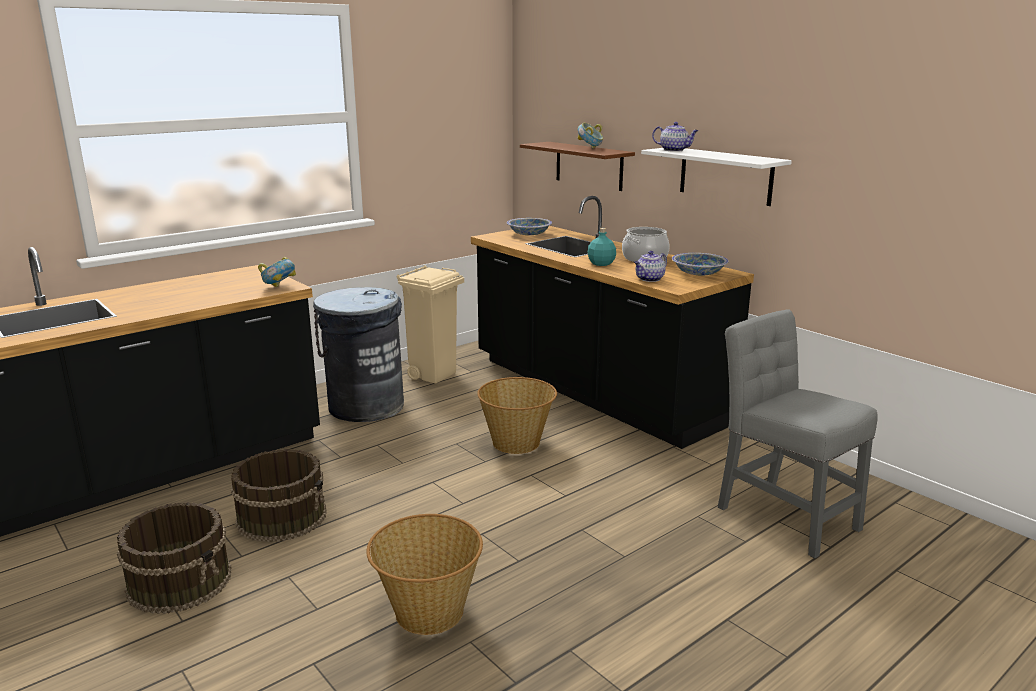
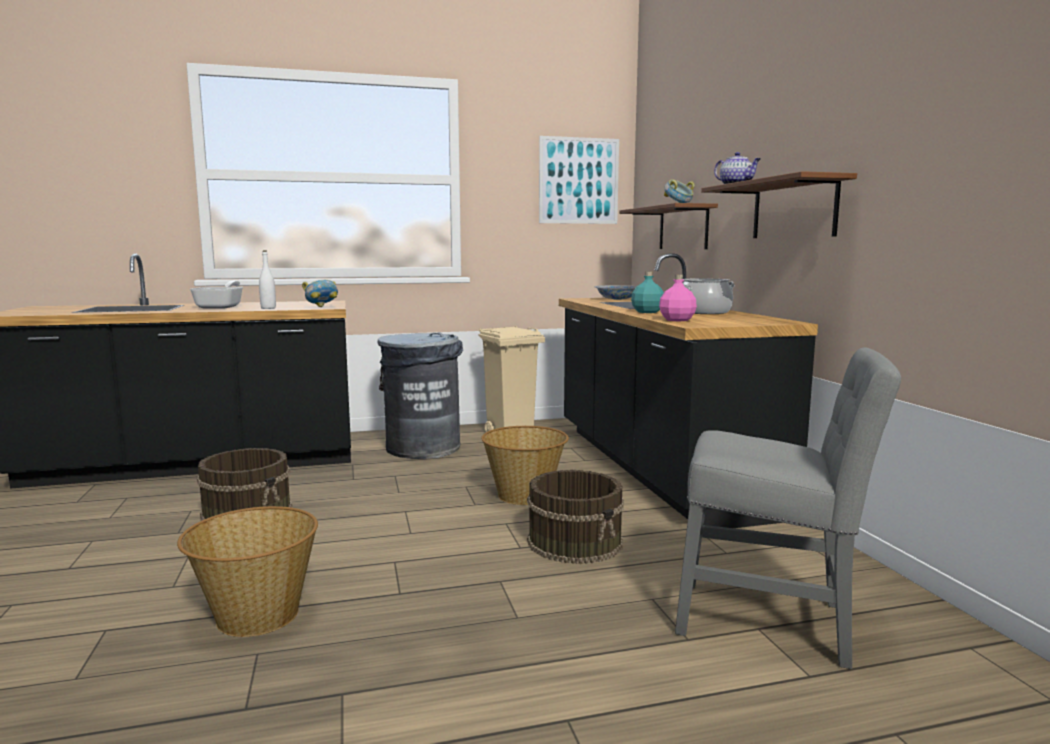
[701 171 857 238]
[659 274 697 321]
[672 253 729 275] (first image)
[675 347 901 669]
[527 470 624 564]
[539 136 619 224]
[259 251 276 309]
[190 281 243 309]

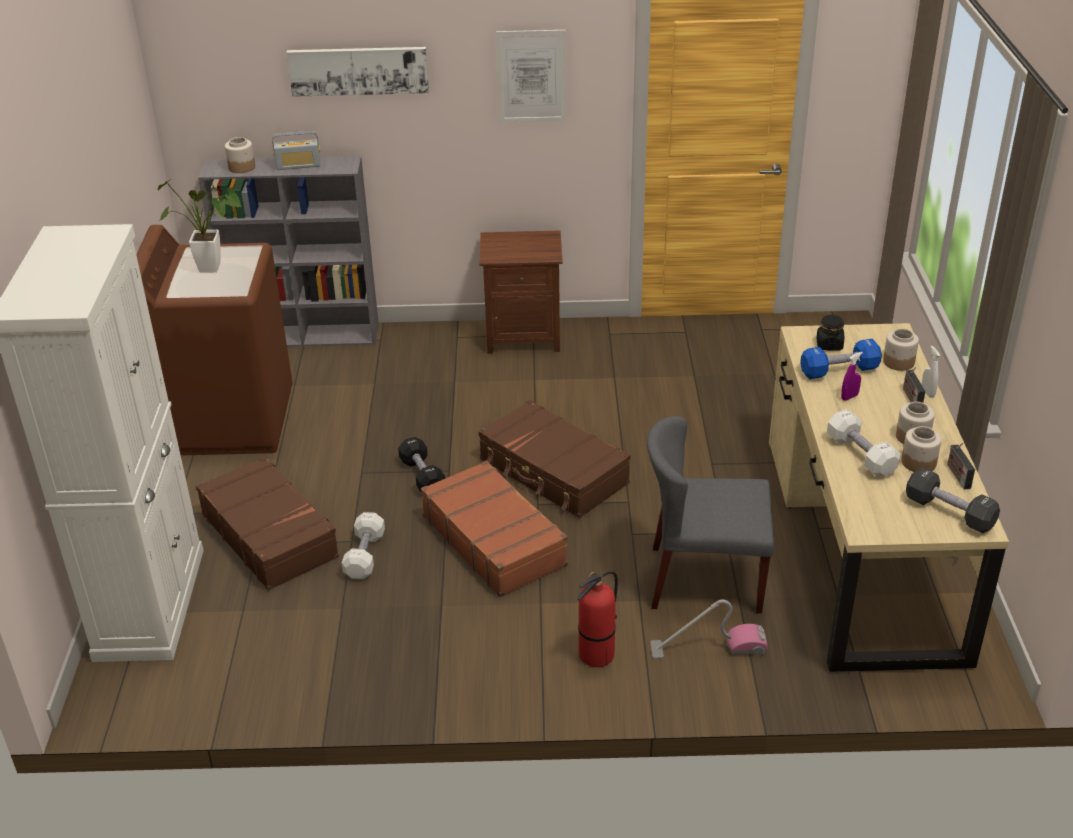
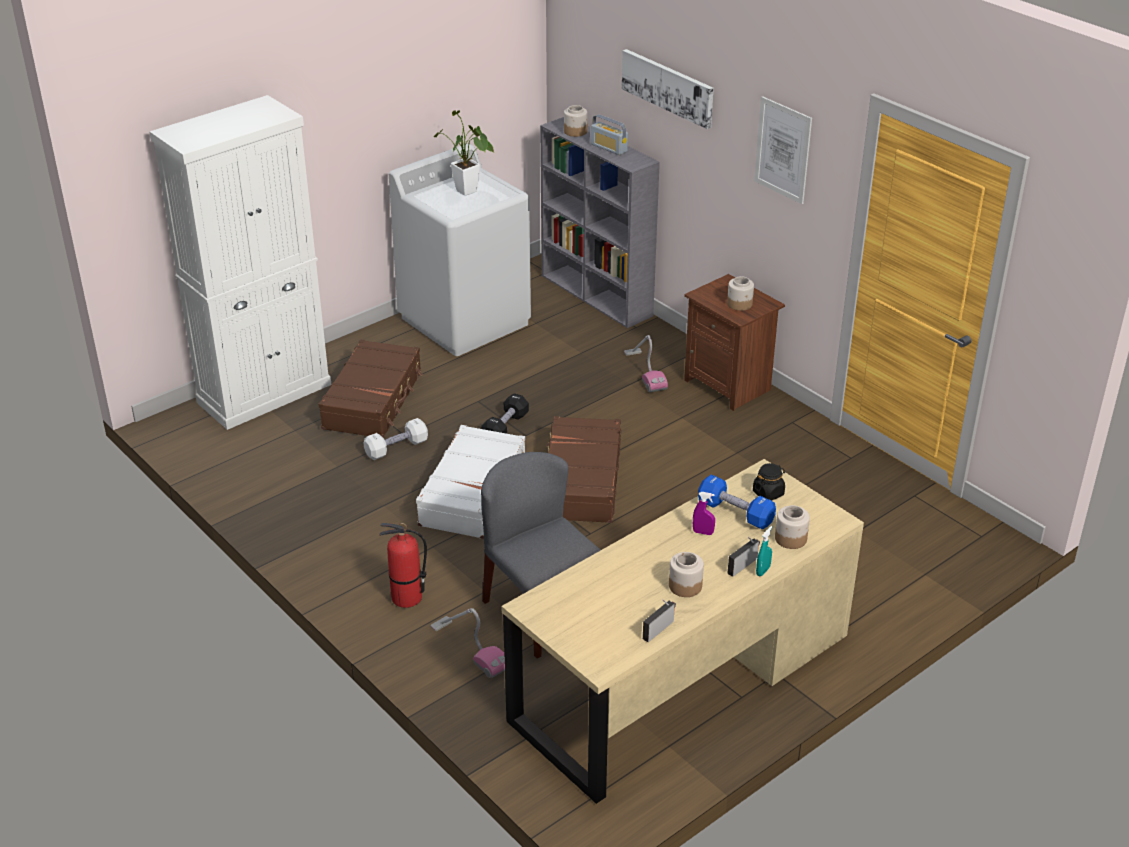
[389 144 531 356]
[756 526 772 576]
[827 409 901 478] (first image)
[727 276 754 311]
[416 425 525 539]
[906 467 1000 533] (first image)
[624 335 668 392]

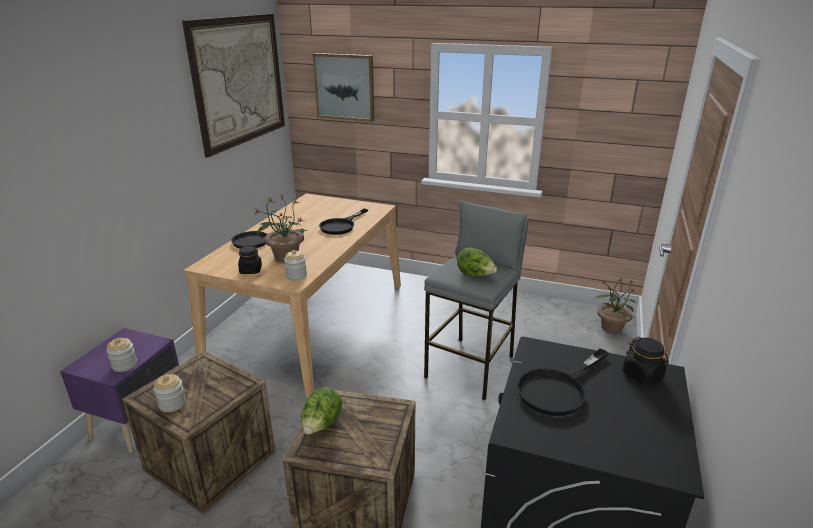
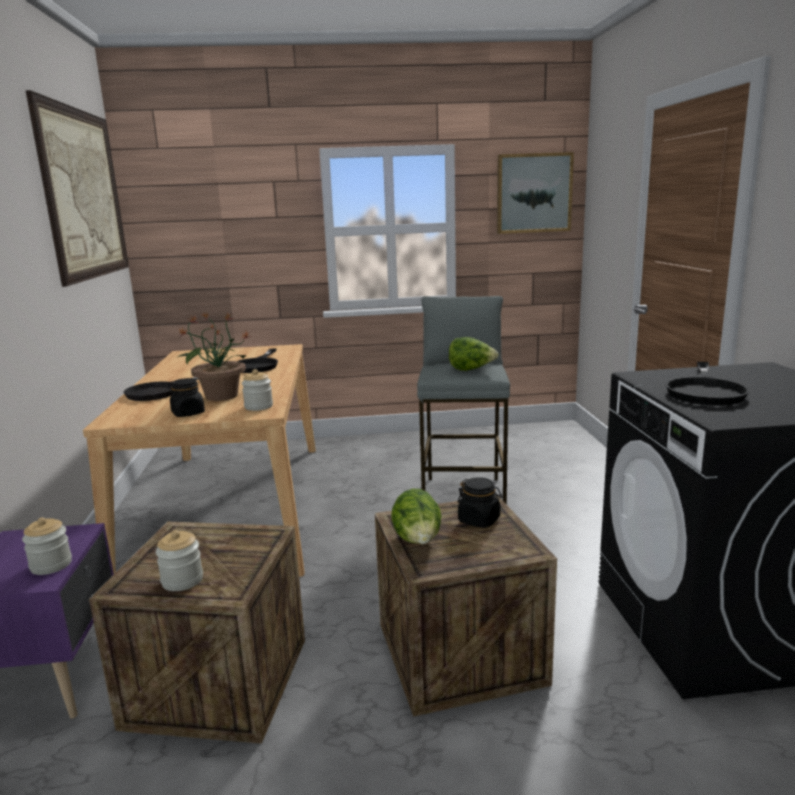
[497 152 574 234]
[595 277 637 334] (first image)
[457 477 502 528]

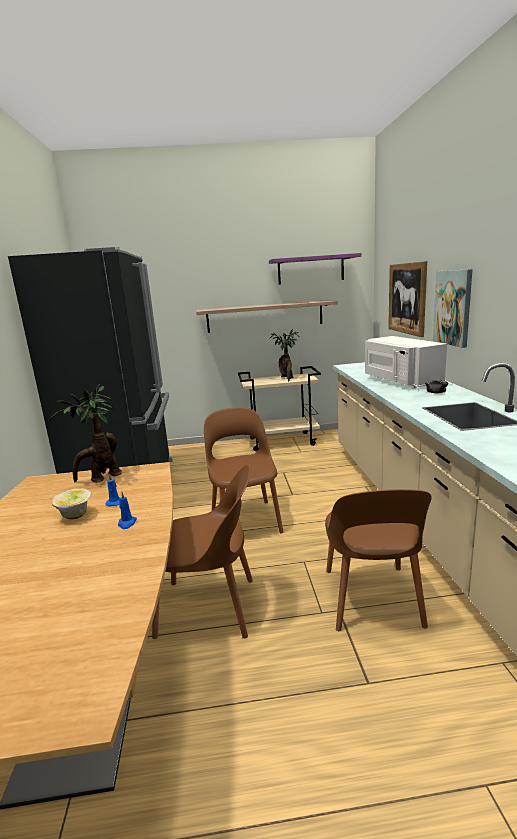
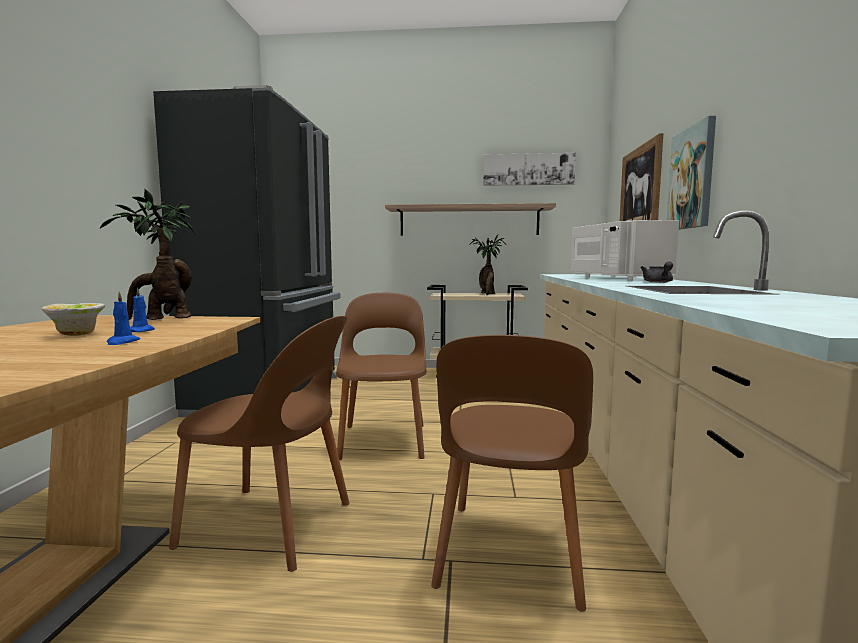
[483 153 576 186]

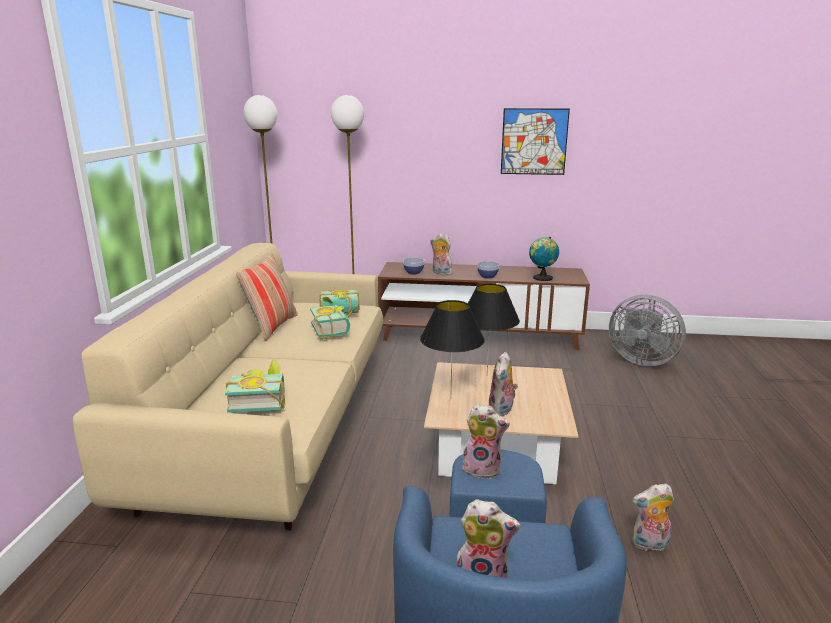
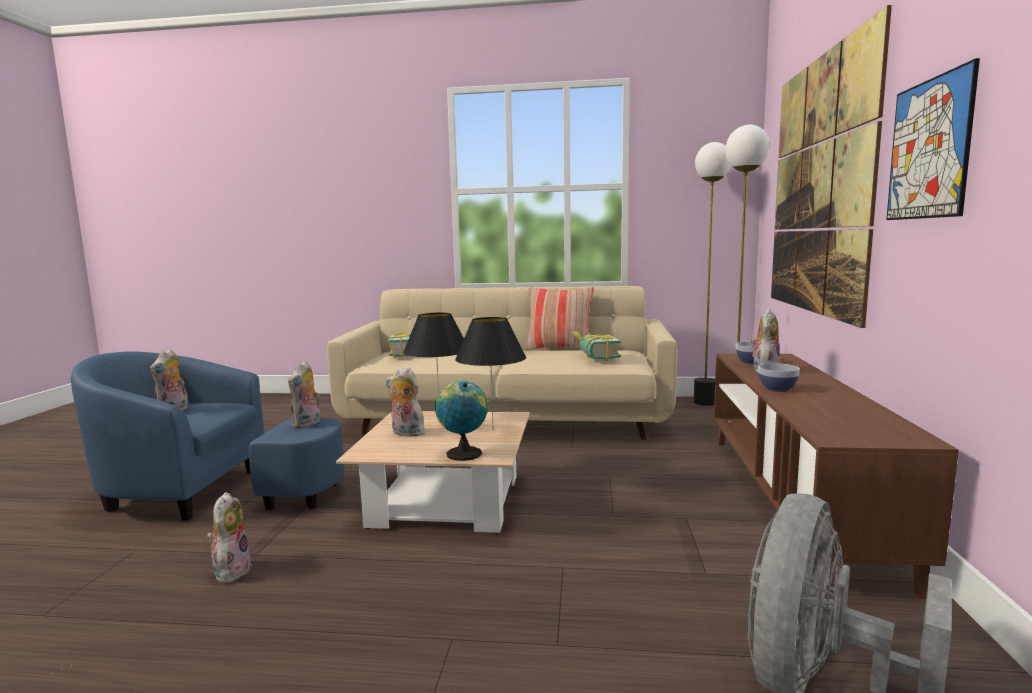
[435 381 488 461]
[310 305 358 339] (first image)
[771 5 892 328]

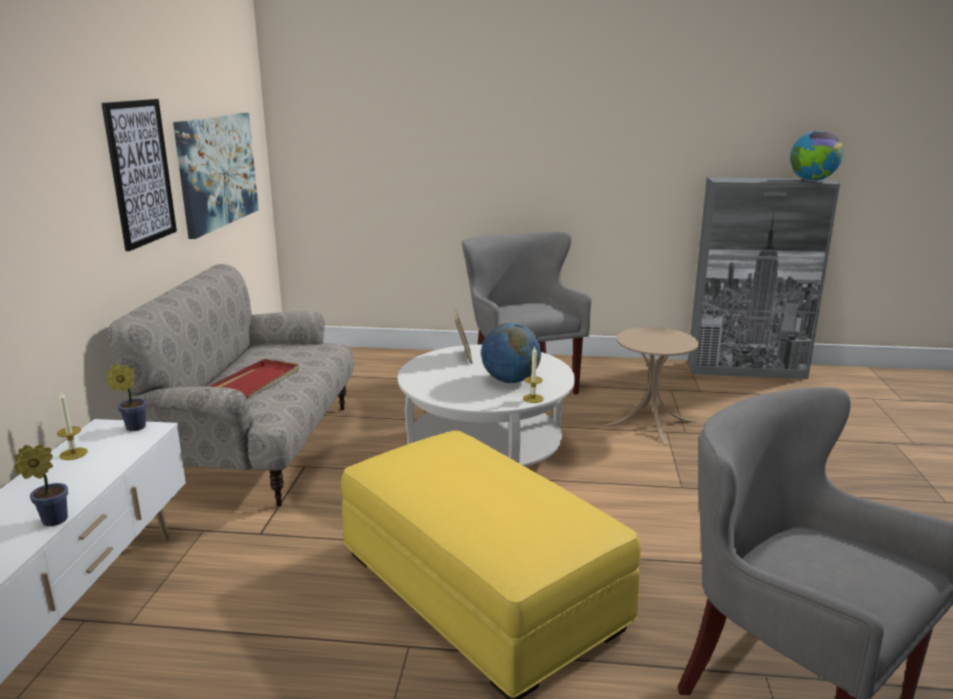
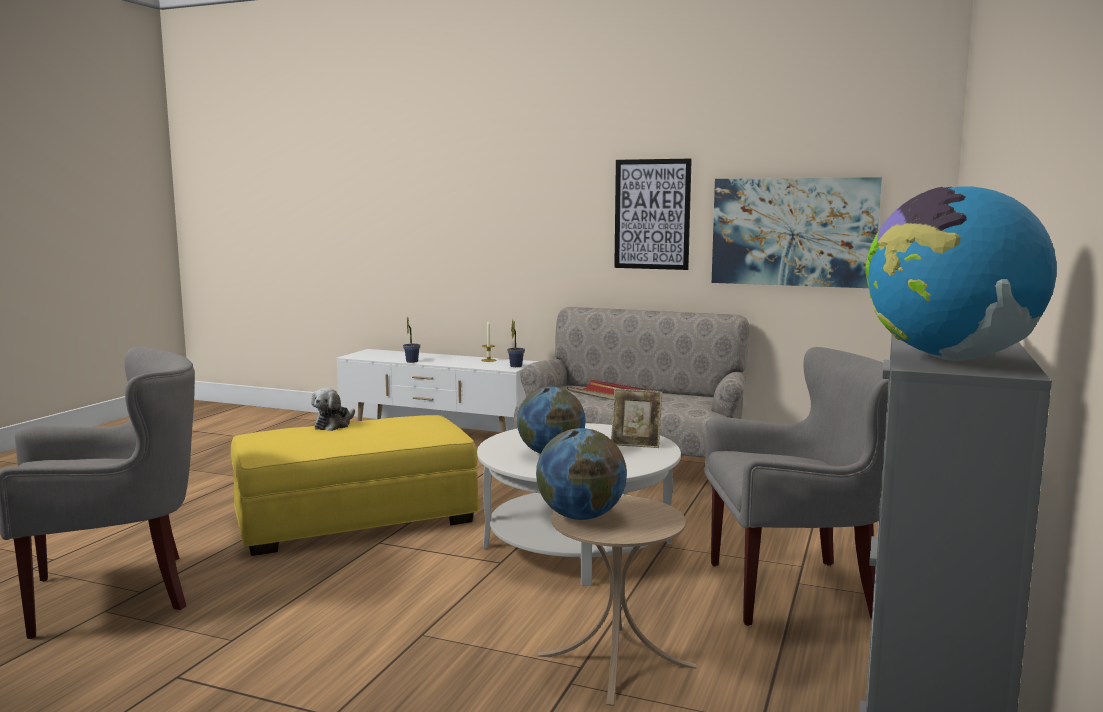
[523 347 544 403] (first image)
[311 388 355 431]
[536 428 627 520]

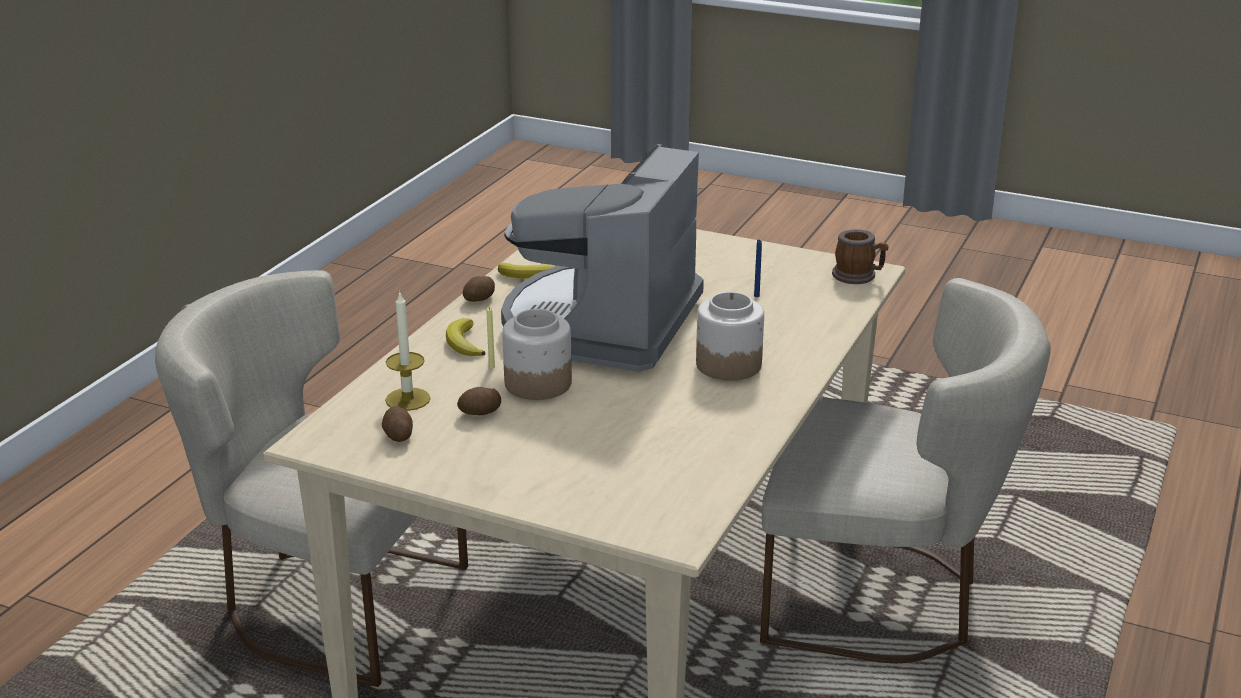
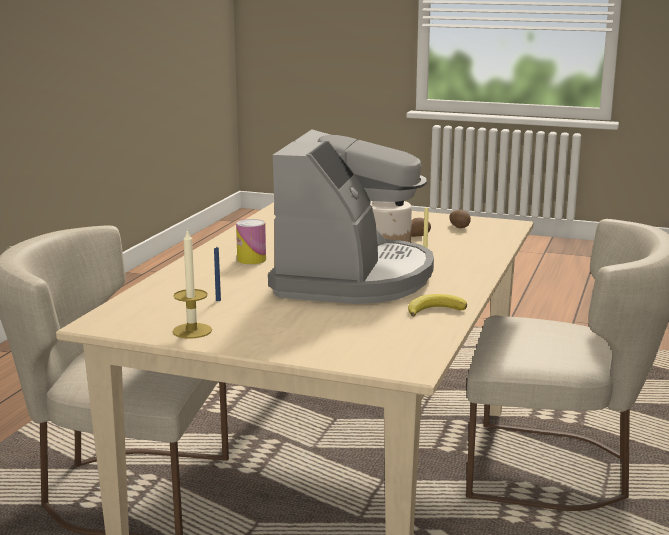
[832 229 888 284] (first image)
[463 276 495 302] (first image)
[172 229 212 338]
[236 219 266 264]
[446 318 485 356] (first image)

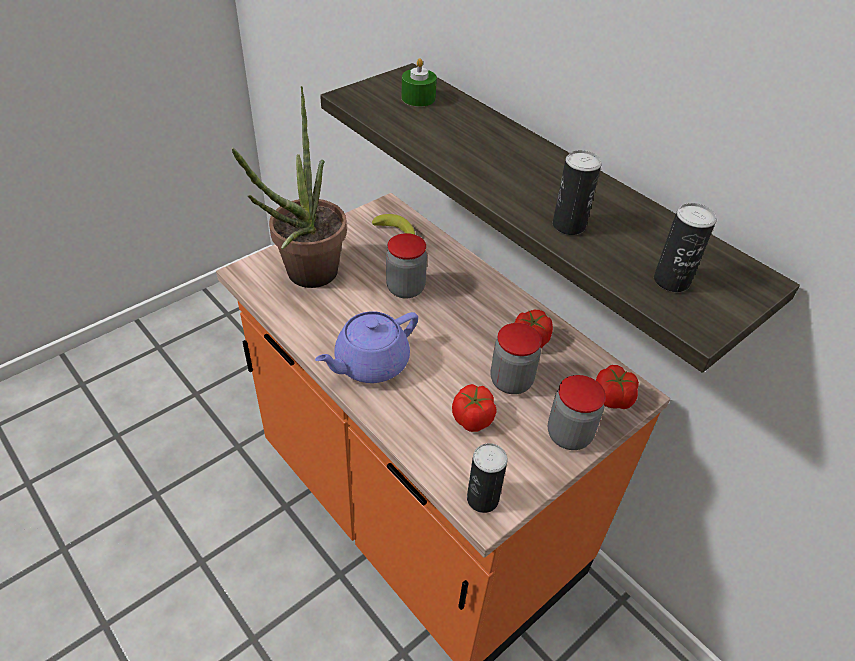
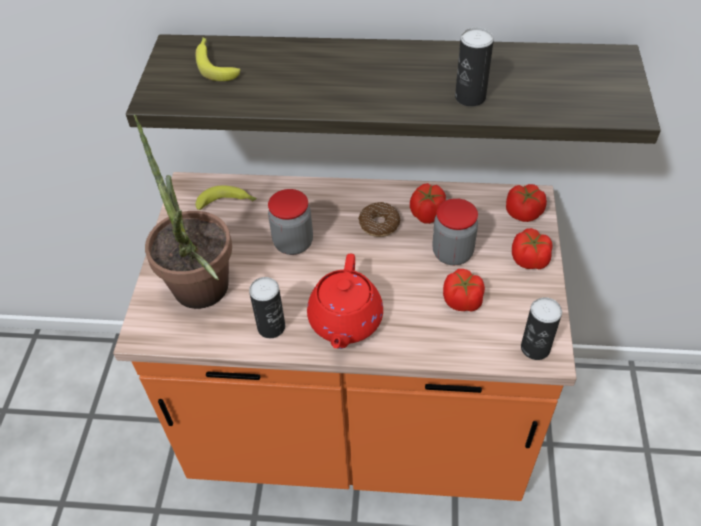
[195 37 241 81]
[249 277 285 338]
[307 253 383 349]
[512 228 552 269]
[358 202 401 237]

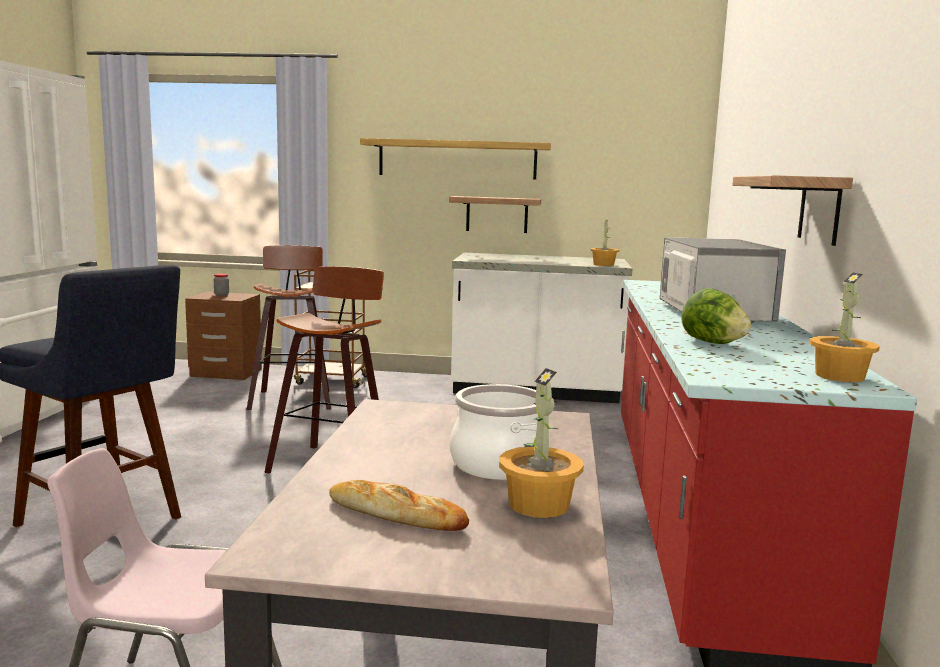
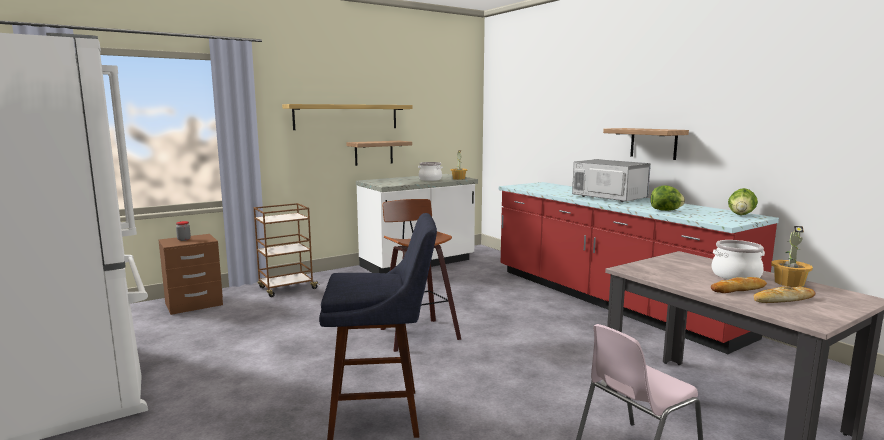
[247 245 331 410] (first image)
[728 188 758 215]
[418 162 443 181]
[711 277 767 293]

